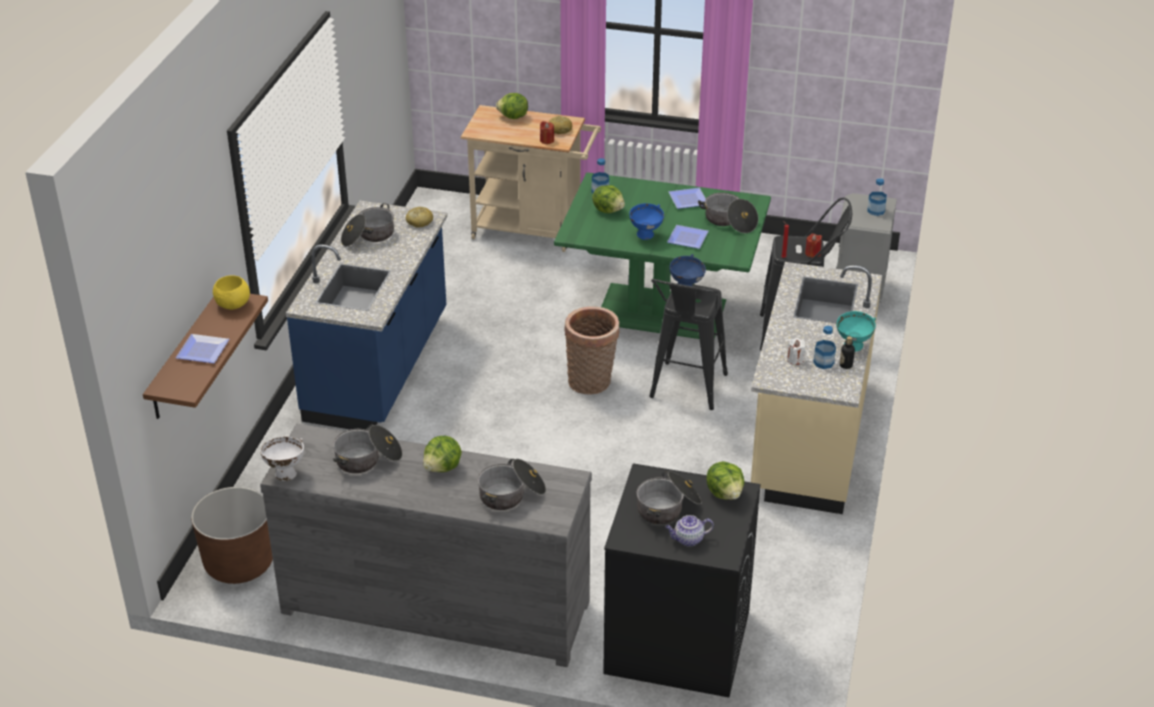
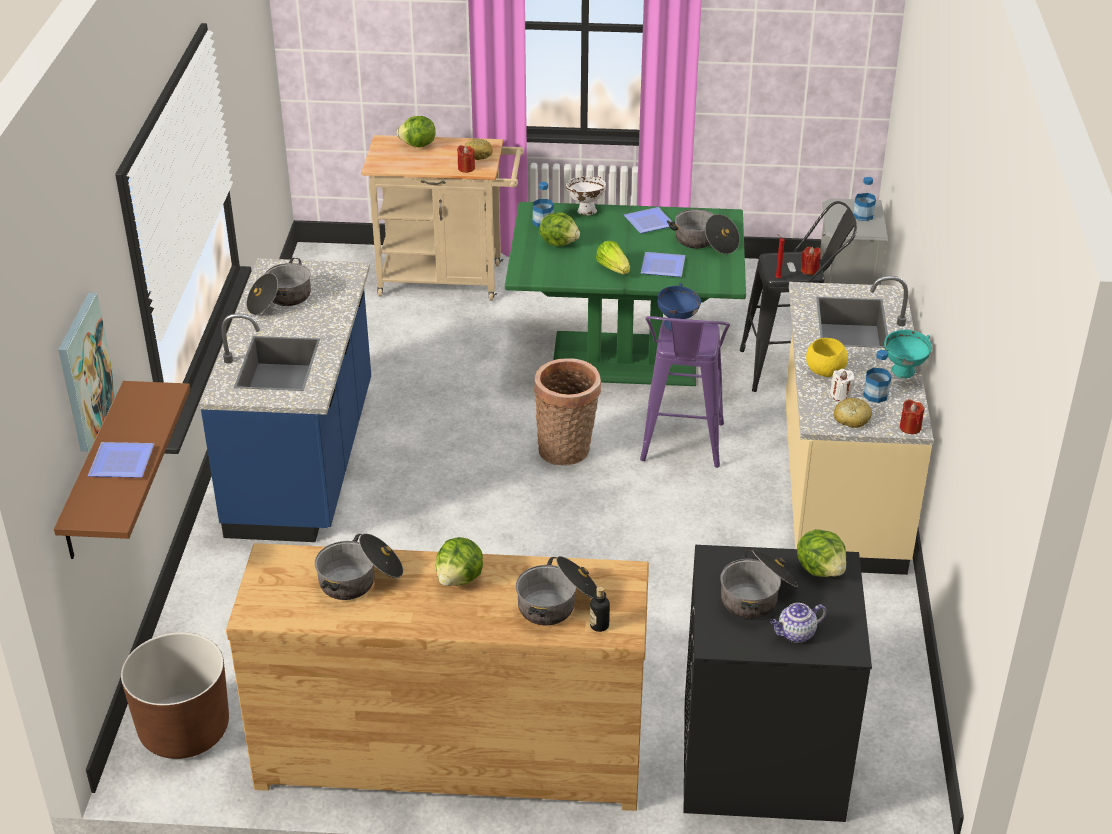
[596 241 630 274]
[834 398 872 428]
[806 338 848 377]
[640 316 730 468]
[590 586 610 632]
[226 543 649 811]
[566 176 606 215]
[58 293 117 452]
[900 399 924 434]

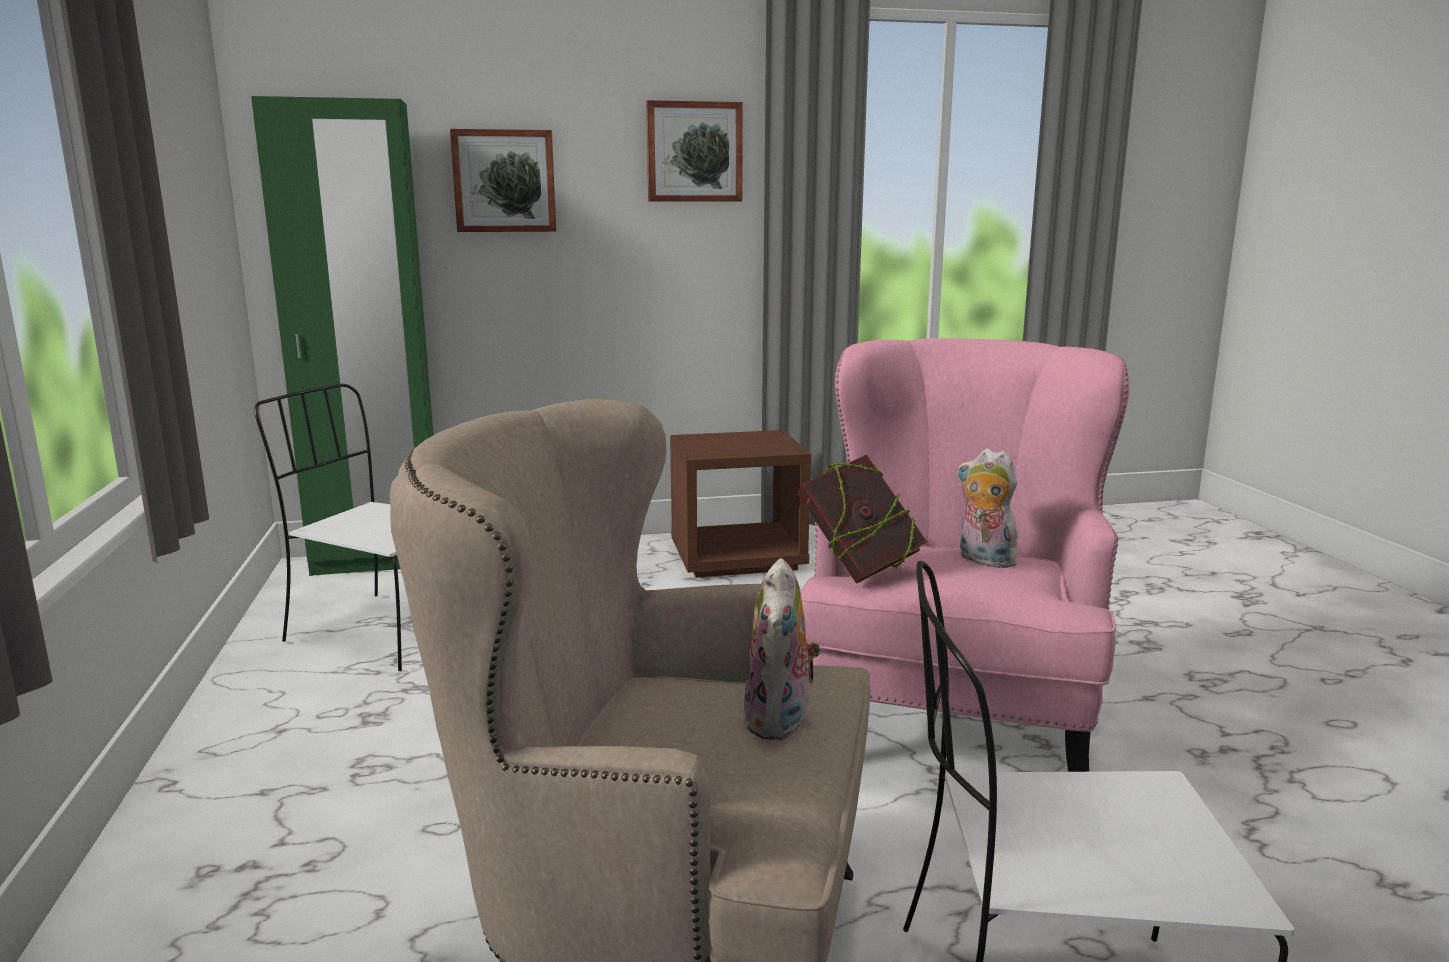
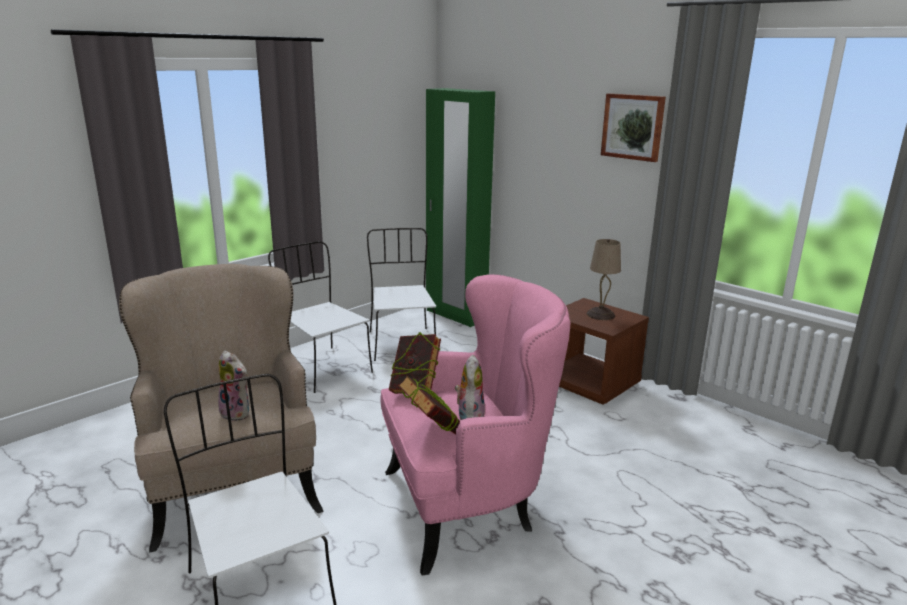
[450 129 556 232] (first image)
[218 351 250 422]
[586 239 621 320]
[268 241 373 393]
[398 375 460 434]

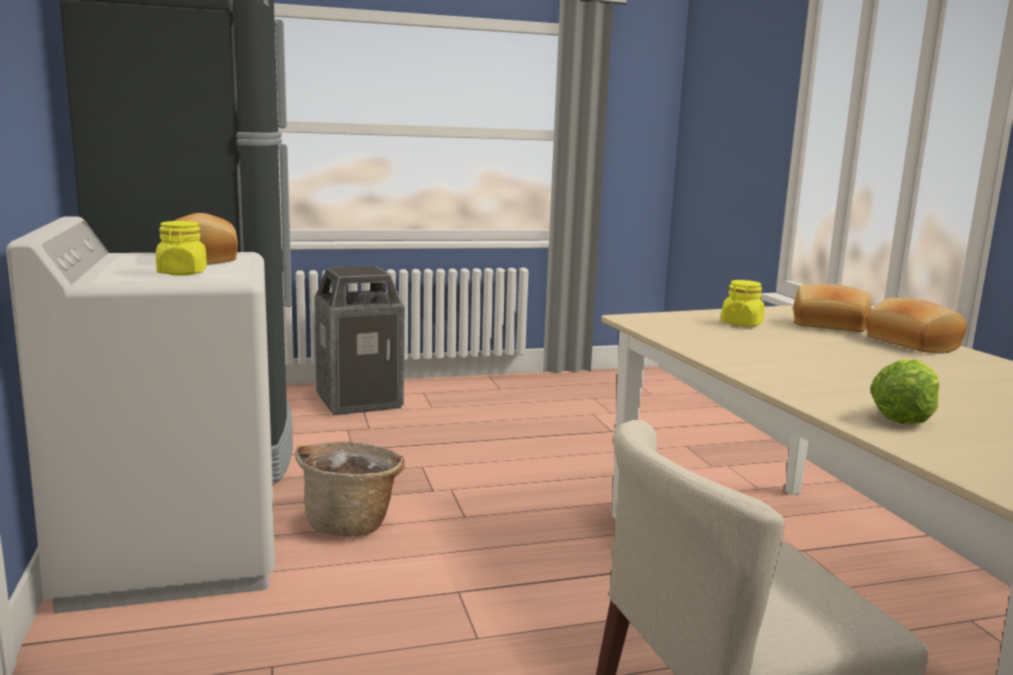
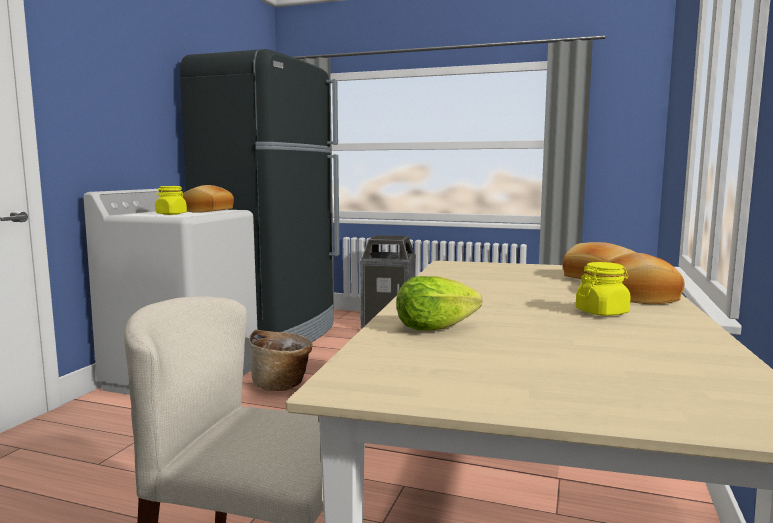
[576 262 631 316]

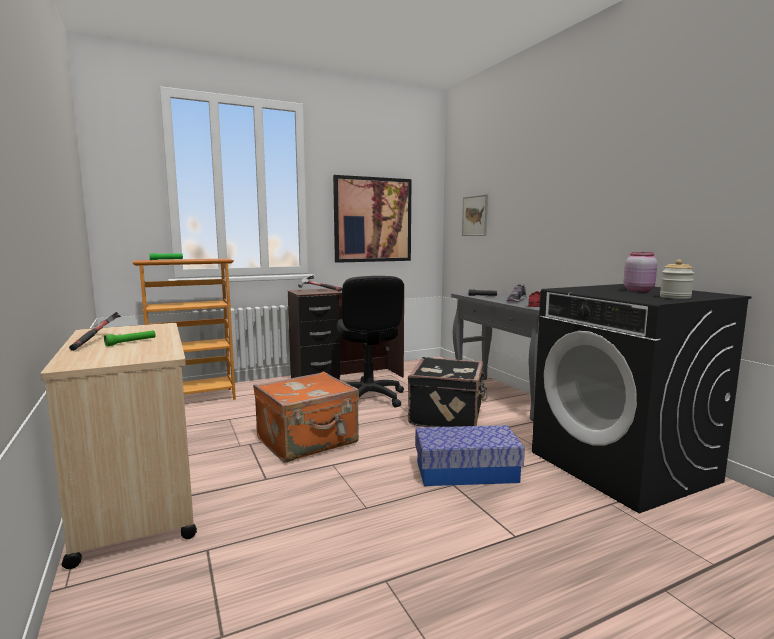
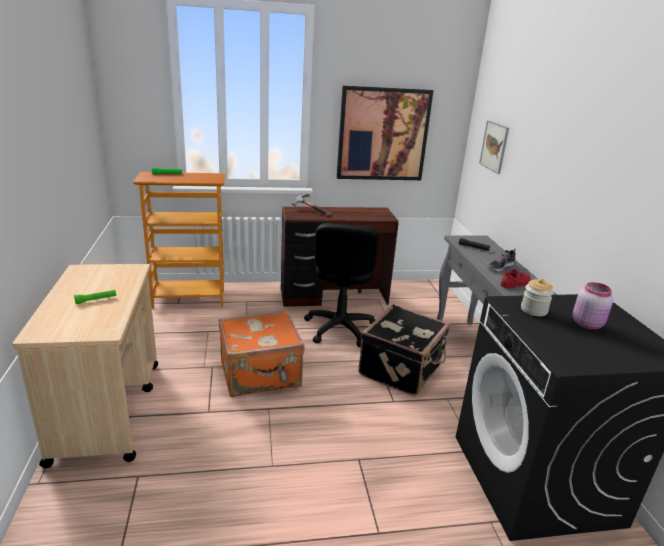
[521 278 554 316]
[69 312 121 351] (first image)
[415 425 525 486] (first image)

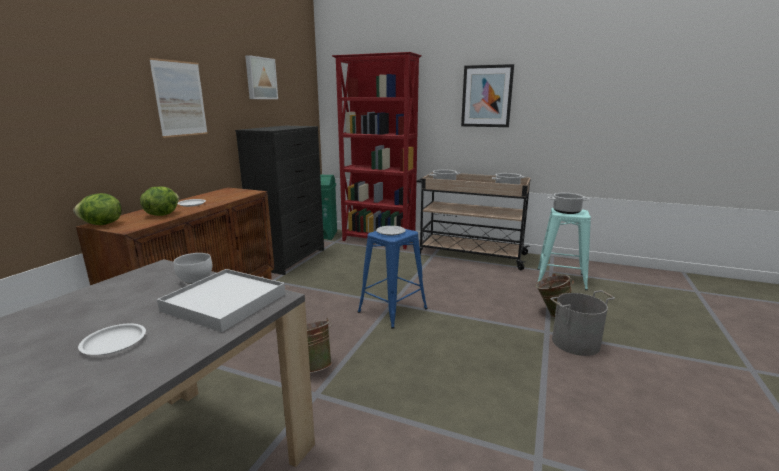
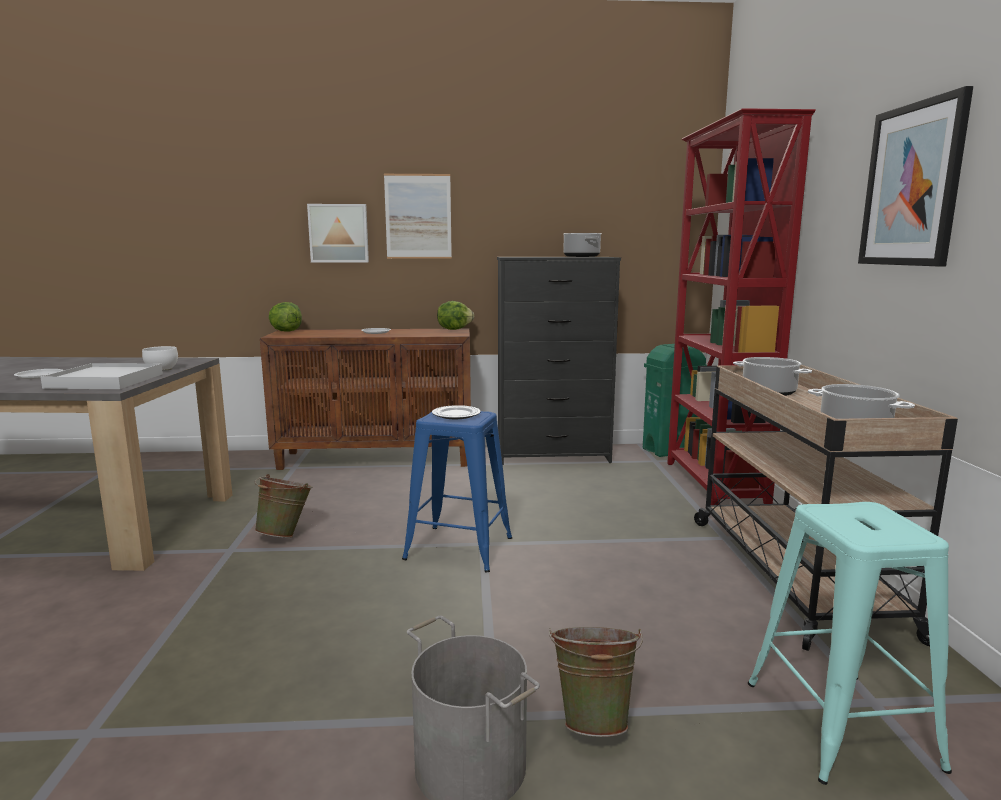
[307 204 369 262]
[437 301 474 330]
[563 233 601 257]

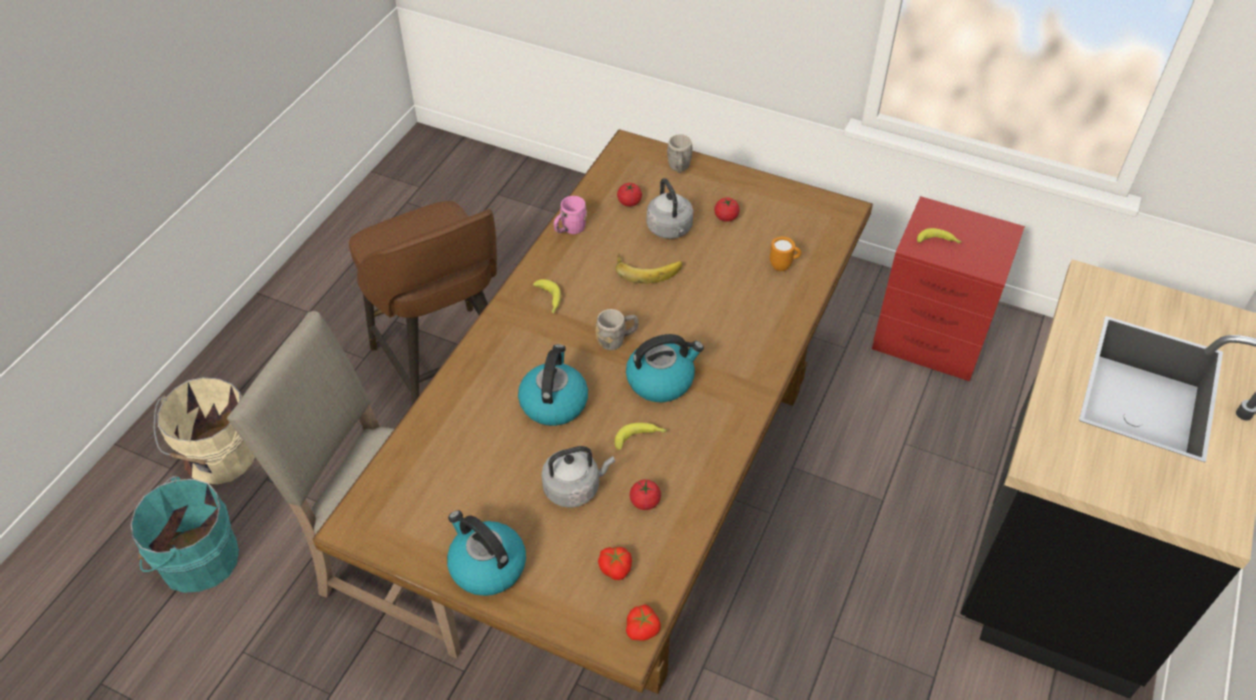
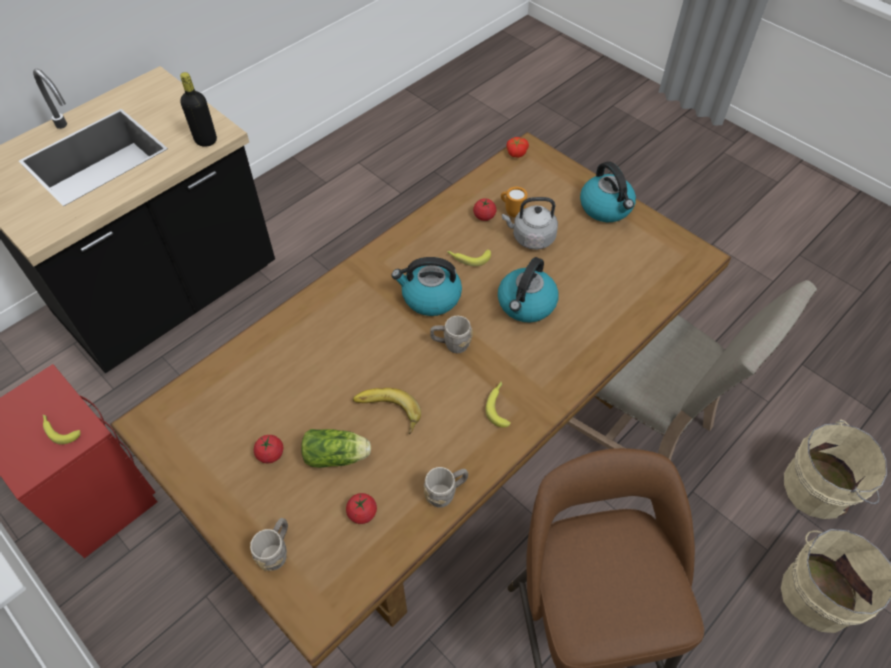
[301 429 371 468]
[424 467 468 508]
[501 187 527 217]
[784 420 887 519]
[598 547 632 580] (first image)
[180 72 217 147]

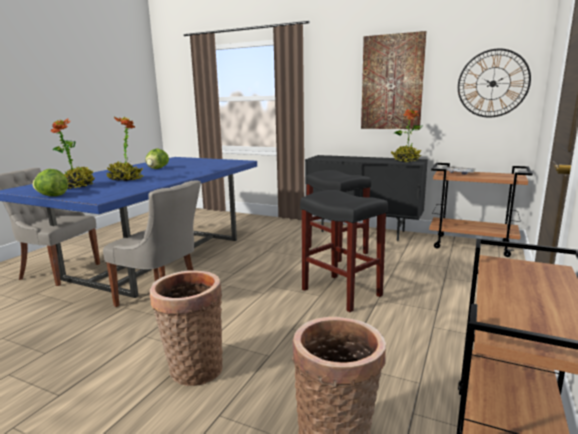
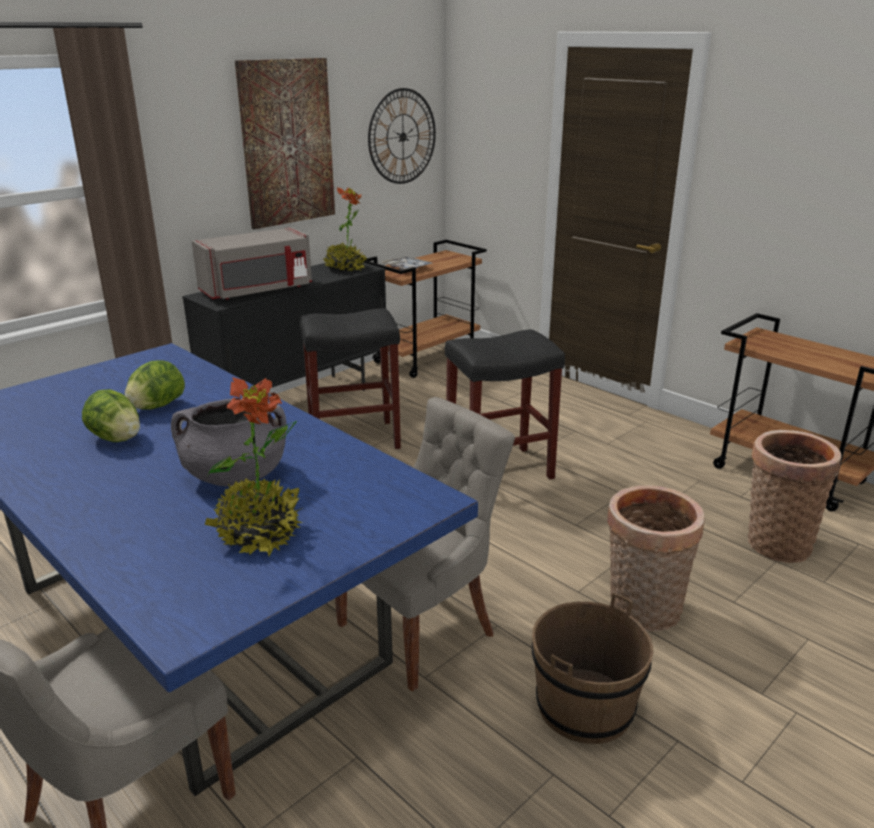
[171 399 287 487]
[125 360 185 410]
[192 227 312 300]
[532 592 654 744]

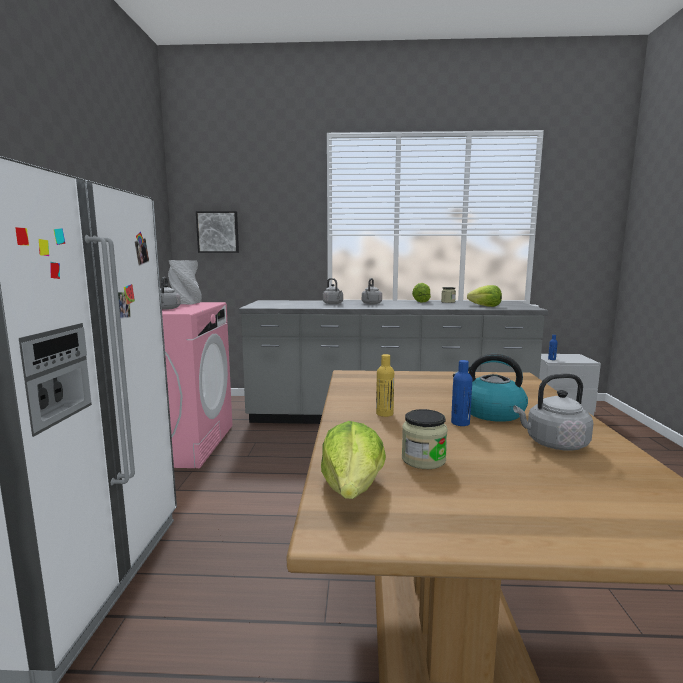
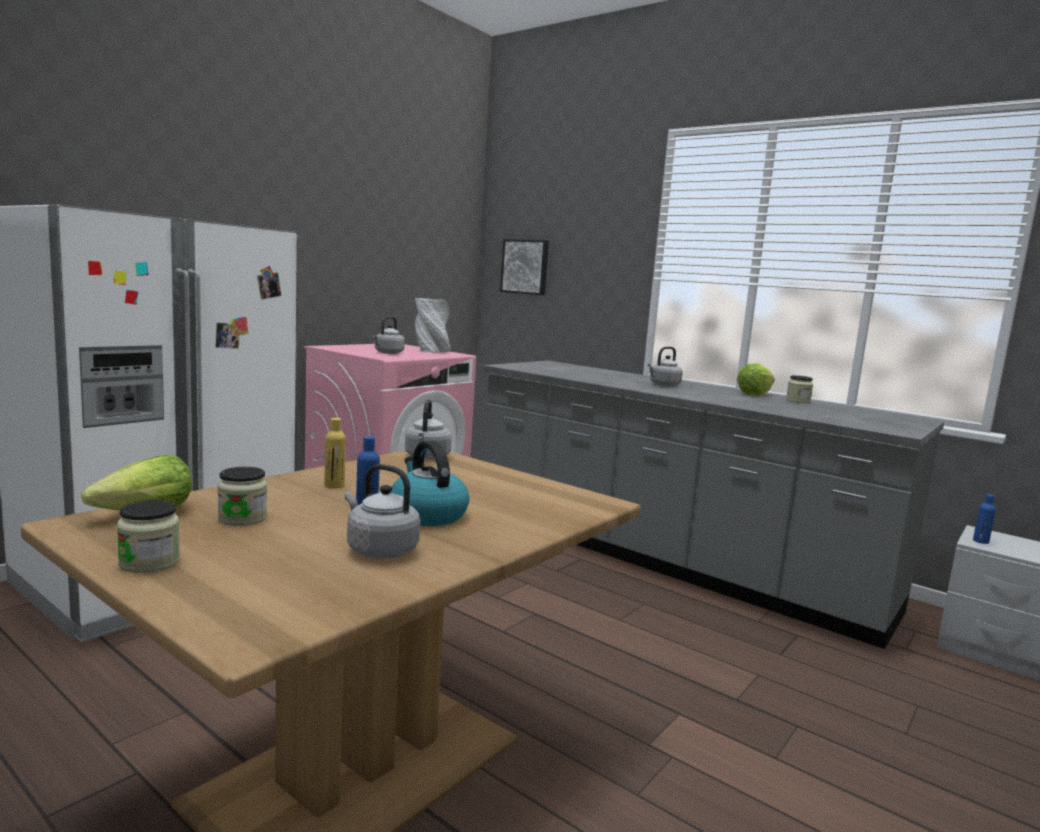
[405 399 452 460]
[467 285 502 307] (first image)
[117 500 180 573]

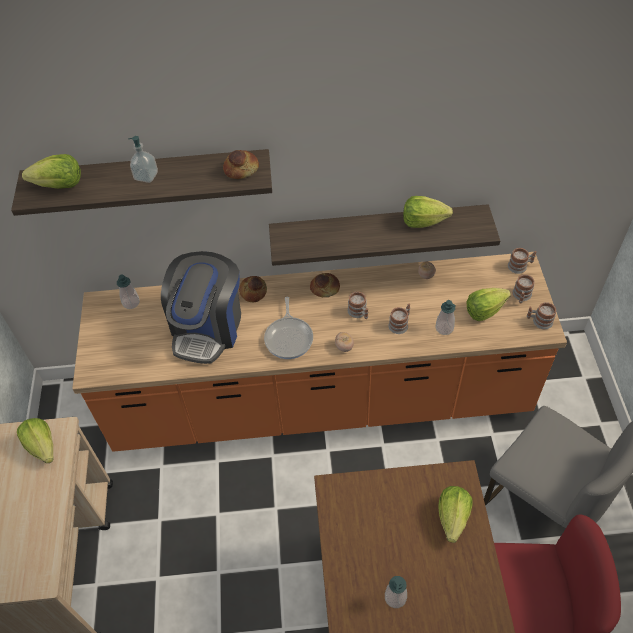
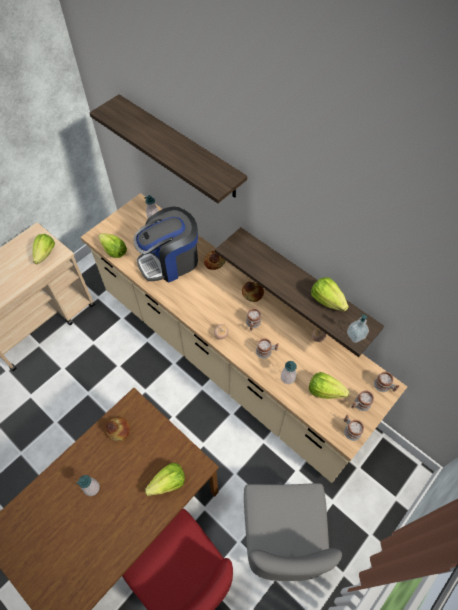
[347 312 369 343]
[105 417 130 441]
[99 233 127 258]
[81 193 407 483]
[264 297 313 359] (first image)

